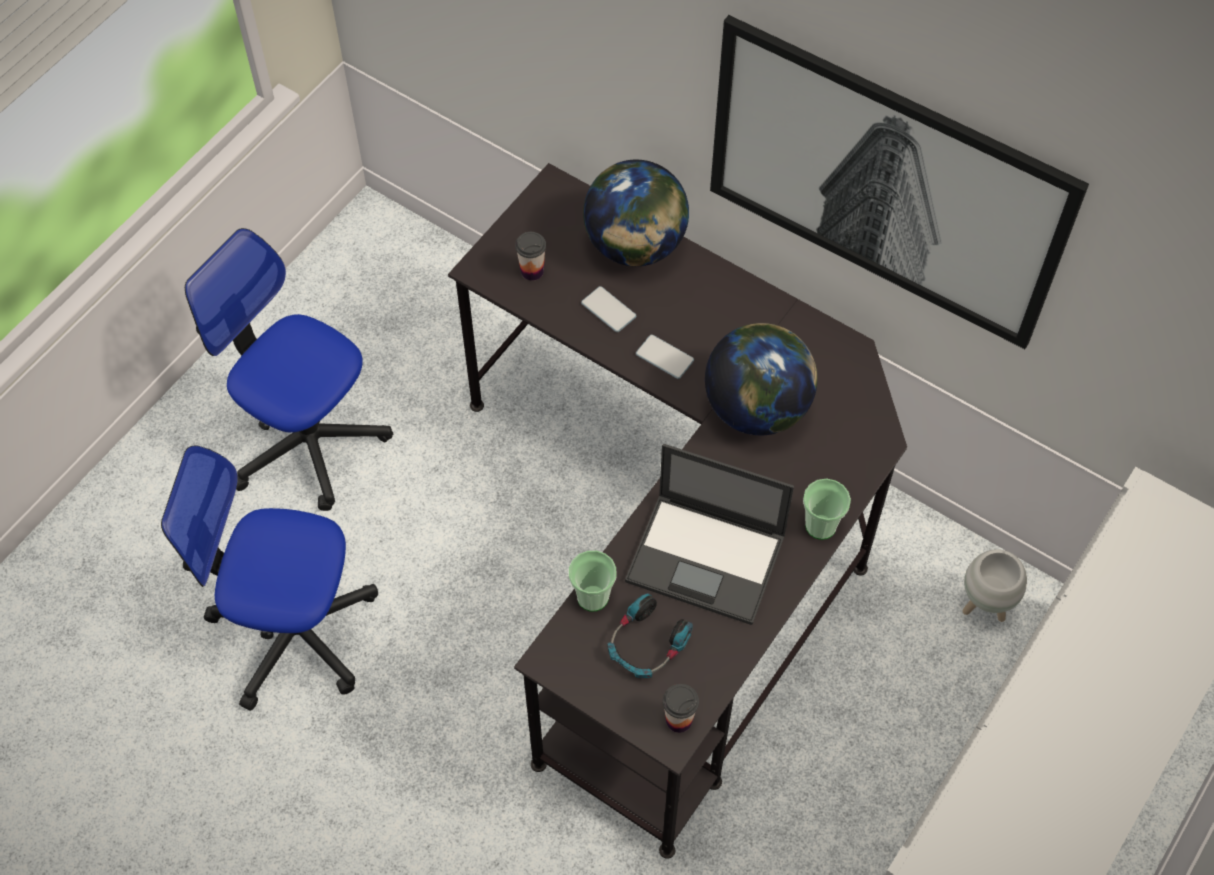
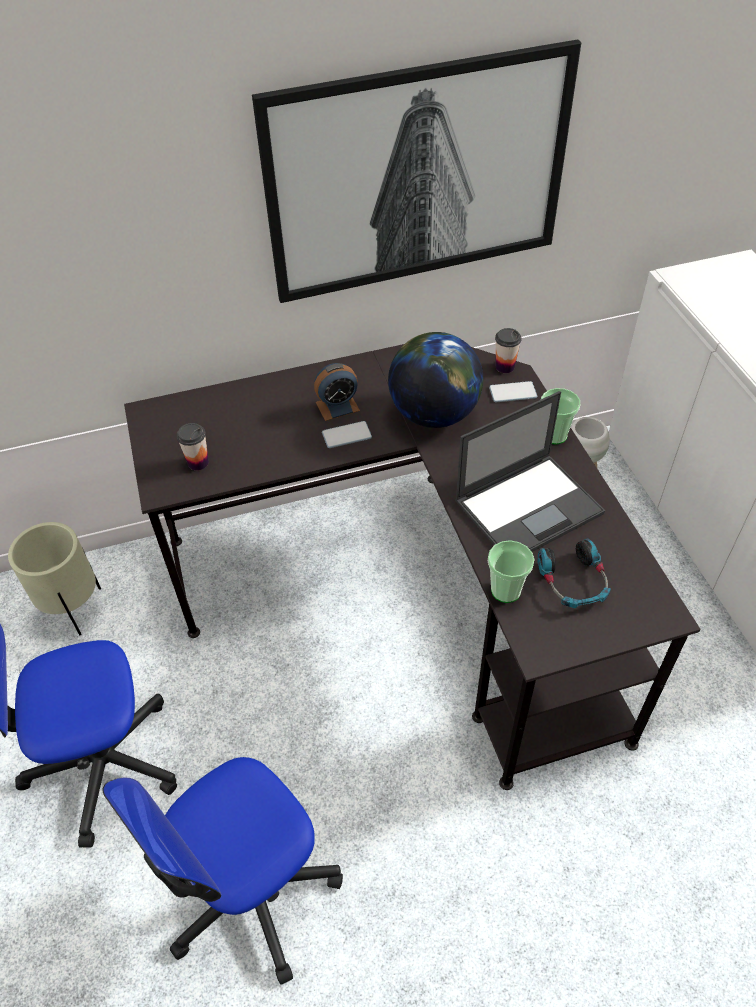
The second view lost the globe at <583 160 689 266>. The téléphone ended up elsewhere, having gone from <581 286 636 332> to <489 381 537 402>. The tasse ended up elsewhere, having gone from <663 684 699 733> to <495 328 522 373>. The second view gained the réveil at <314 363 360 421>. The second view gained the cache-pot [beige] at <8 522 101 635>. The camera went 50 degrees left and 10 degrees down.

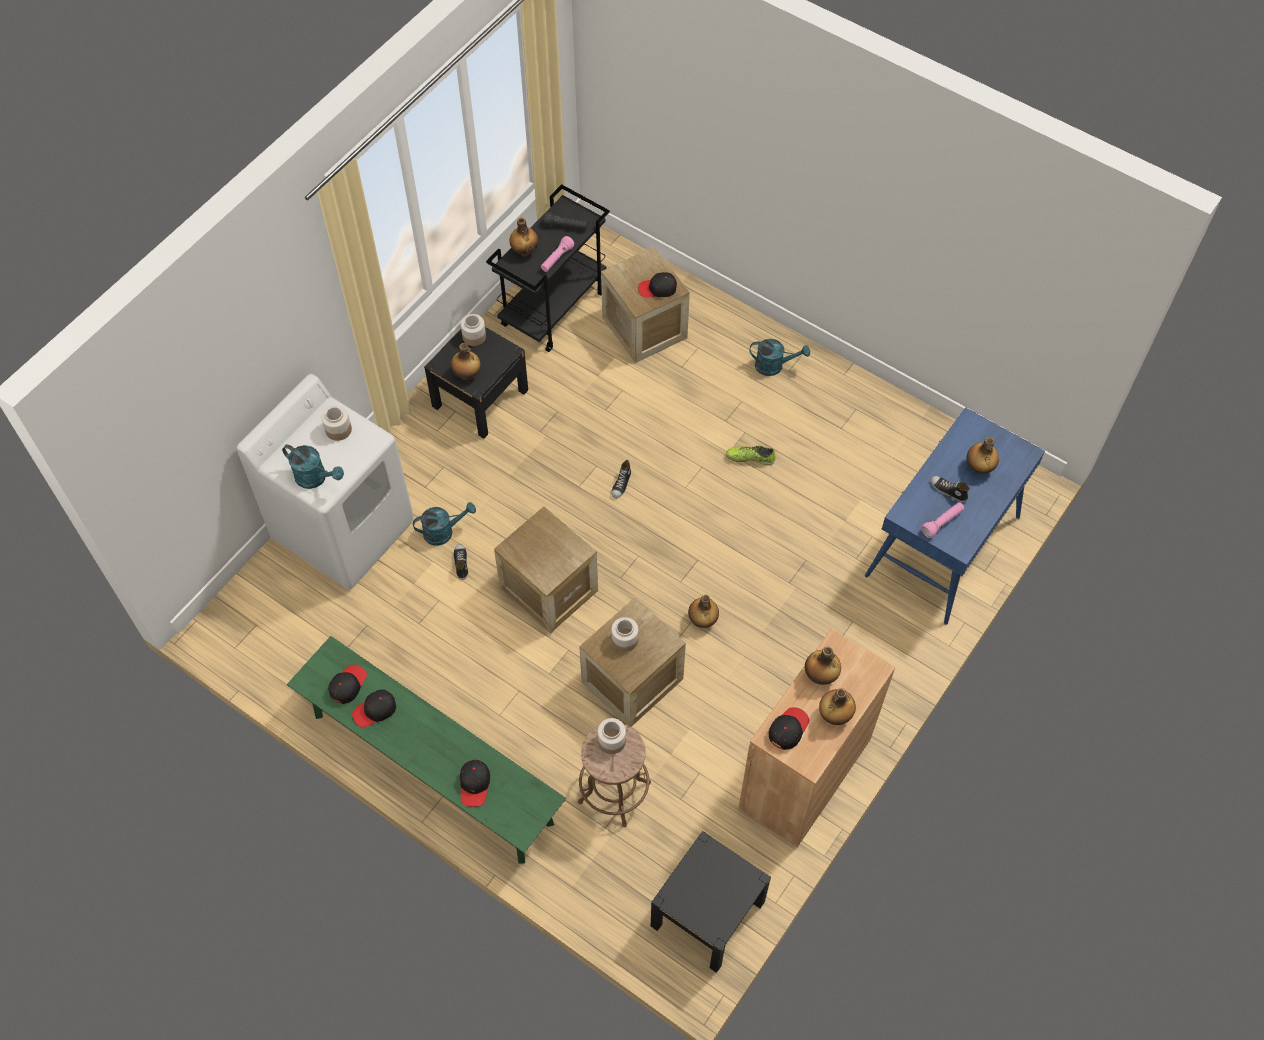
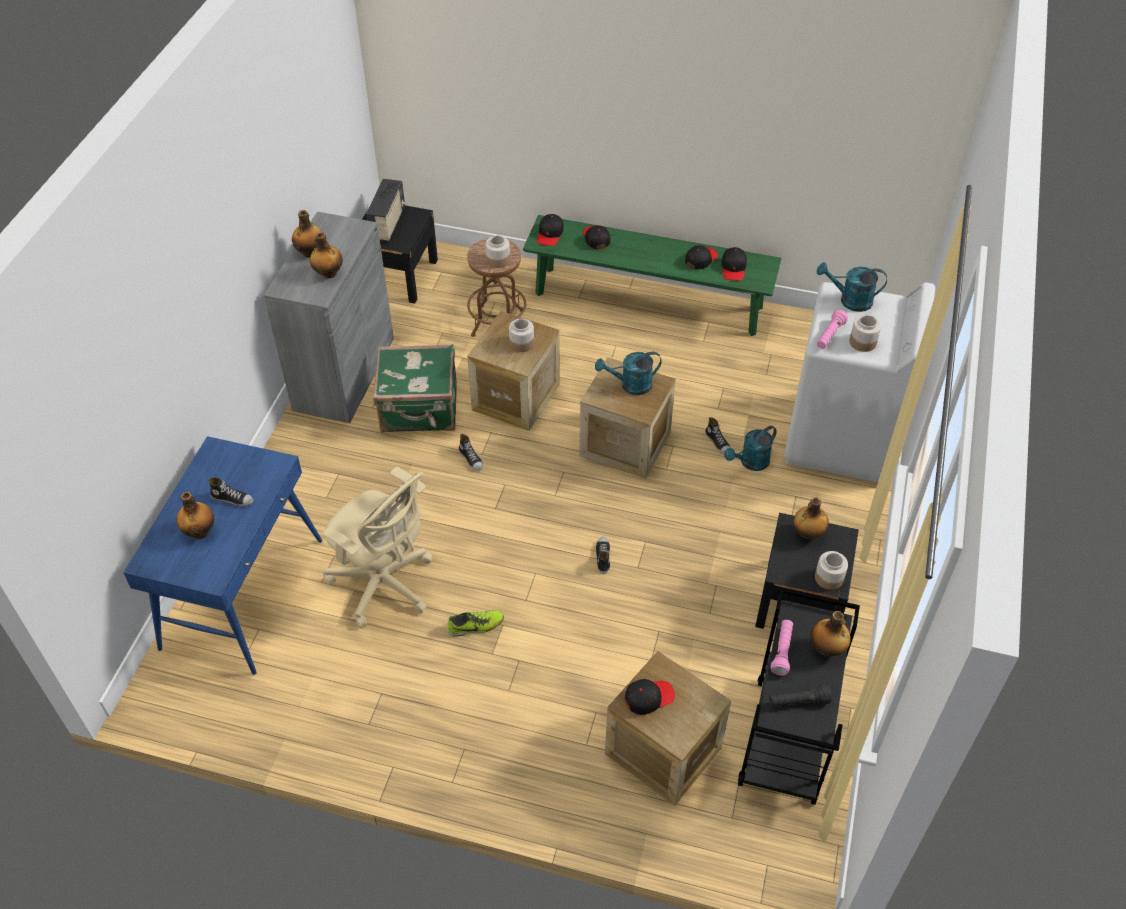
The arrosoir [turquoise] ended up elsewhere, having gone from <749 339 810 376> to <595 352 662 395>. The lampe de poche [rose] ended up elsewhere, having gone from <921 502 965 538> to <817 310 848 349>. Where the bouteille stood at <688 595 719 628>, the chaussure came to stand at <459 434 483 471>. What was the meuble de rangement [marron] at <739 628 895 847> turned into the meuble de rangement [gris] at <264 212 394 423>. The casquette [noir] ended up elsewhere, having gone from <769 707 809 750> to <537 214 564 246>. The second view gained the radio at <366 179 405 241>. The second view gained the valise [vert] at <373 344 457 433>. The second view gained the chaise de bureau [beige] at <322 466 433 628>. The camera went 160 degrees right and 10 degrees down.

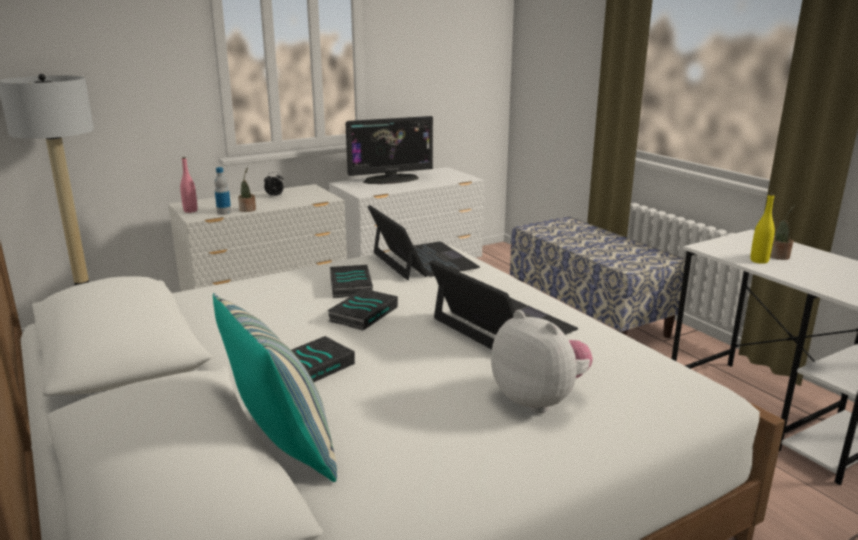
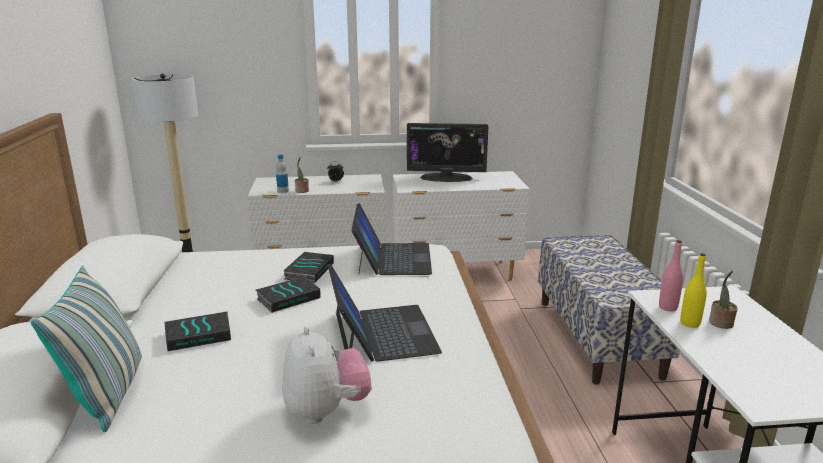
The bouteille [rose] ended up elsewhere, having gone from <180 157 198 213> to <659 240 683 312>. The camera went 25 degrees right and 0 degrees up.

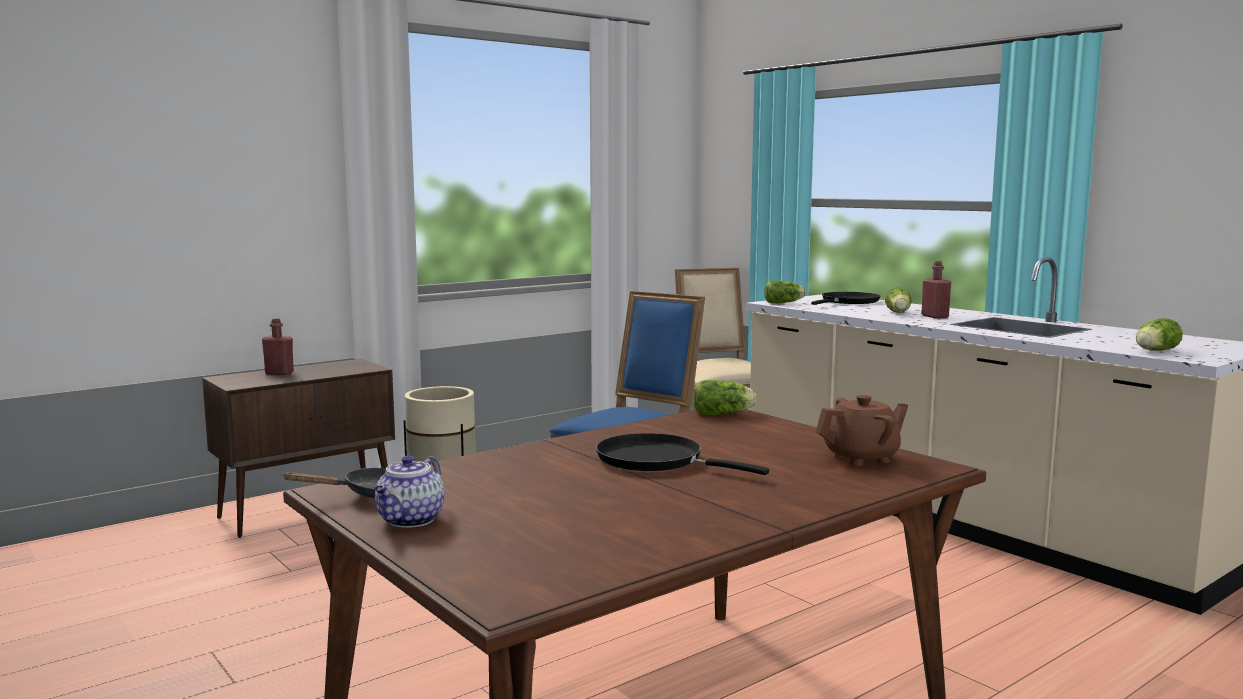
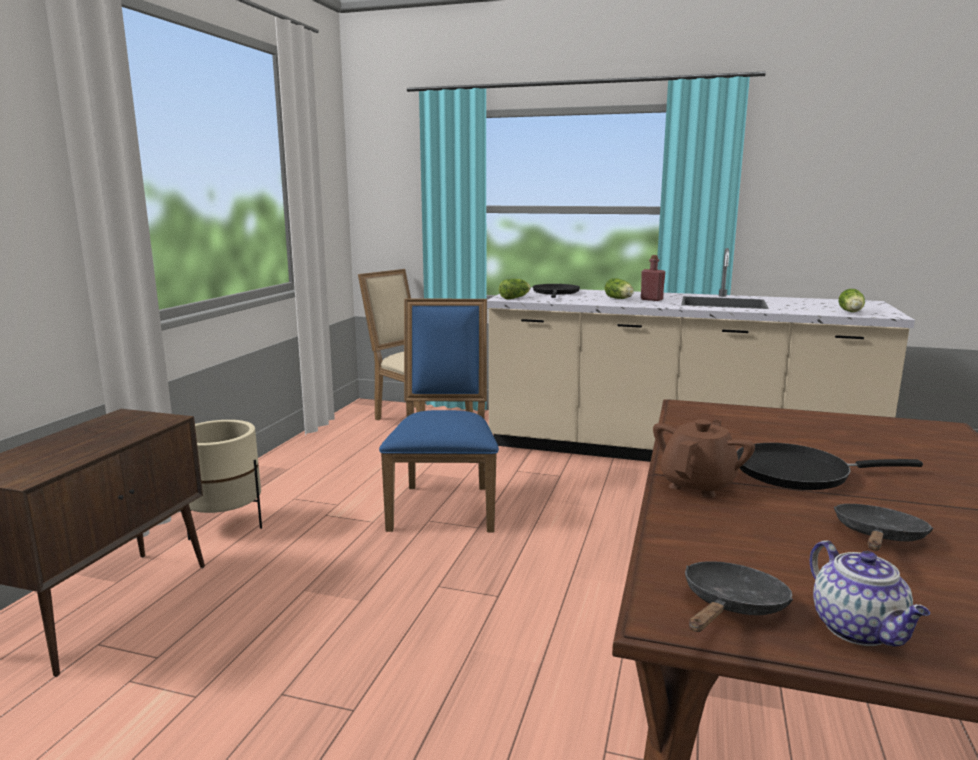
The second view lost the bouteille [rouge] at <262 318 294 375>. The second view lost the laitue at <693 380 756 415>. The théière [marron] ended up elsewhere, having gone from <816 395 908 466> to <653 419 755 498>. The second view gained the poêle [noir] at <834 504 934 551>. The camera went 35 degrees left and 5 degrees up.

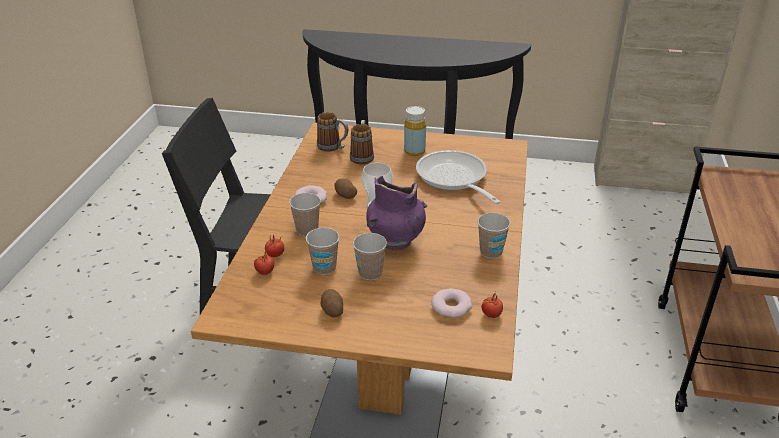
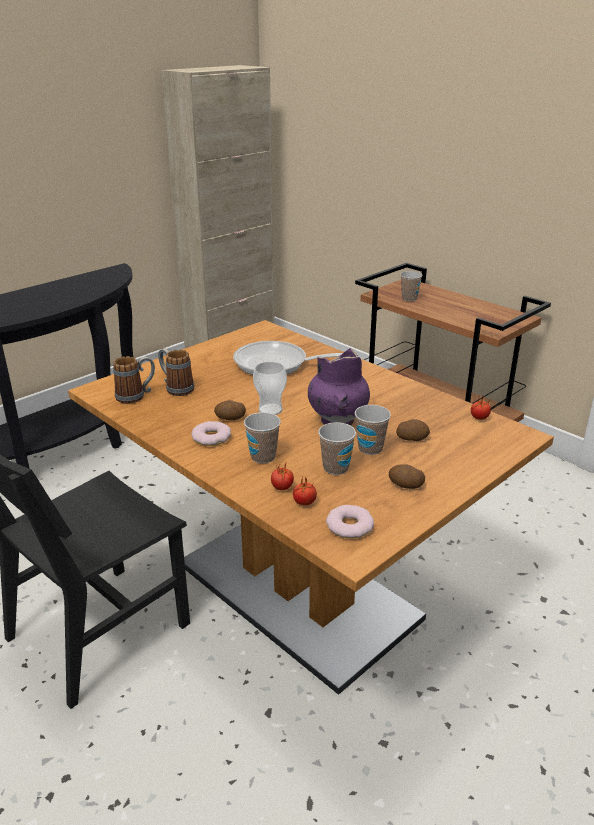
The second view lost the bouteille [jaune] at <404 106 426 156>. The tasse ended up elsewhere, having gone from <477 213 511 259> to <400 271 422 301>. The beignet ended up elsewhere, having gone from <431 288 472 318> to <326 505 374 538>. The second view gained the pomme de terre at <396 419 430 441>. The camera went 55 degrees left and 5 degrees down.

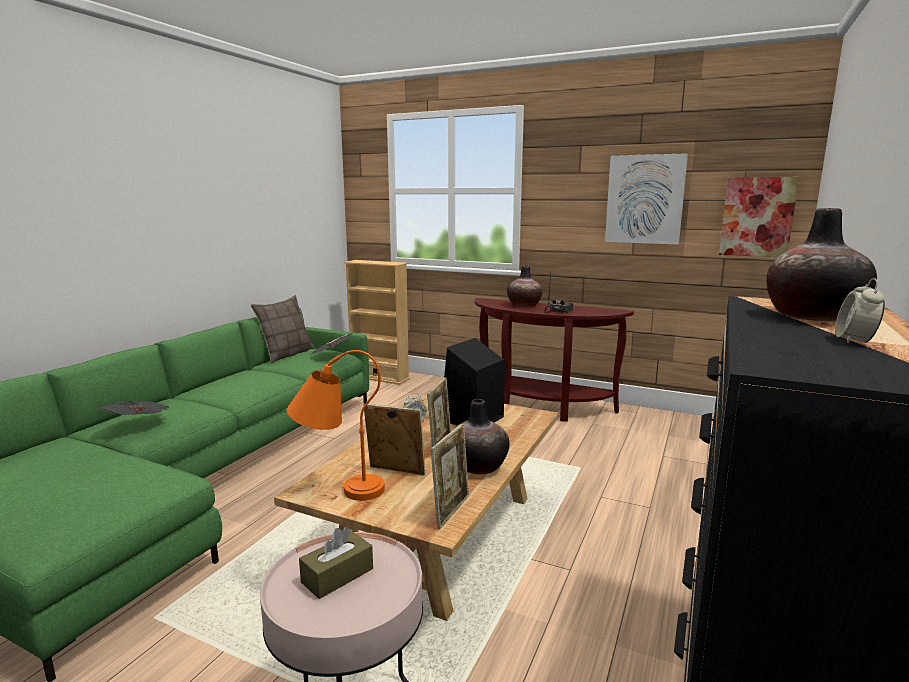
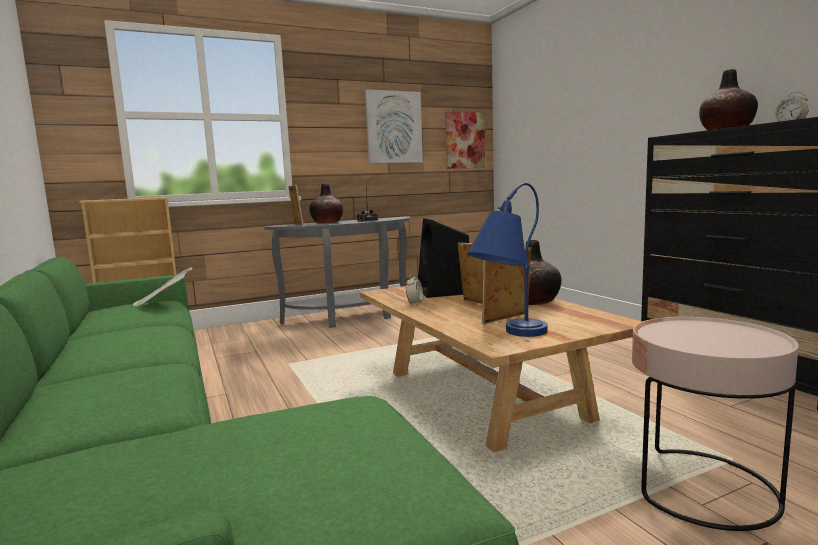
The second view lost the coussin at <251 295 314 363>. What was the table console [marron] at <474 298 634 422> turned into the table console [gris] at <264 216 410 328>. What was the lampe de table [orange] at <287 350 385 501> turned into the lampe de table [bleu] at <467 183 548 337>. The second view lost the journal at <98 401 169 415>. The cadre photo ended up elsewhere, having gone from <431 424 469 529> to <288 185 304 225>. The second view lost the boîte à mouchoirs [marron] at <299 527 373 599>. The camera went 50 degrees left and 5 degrees down.

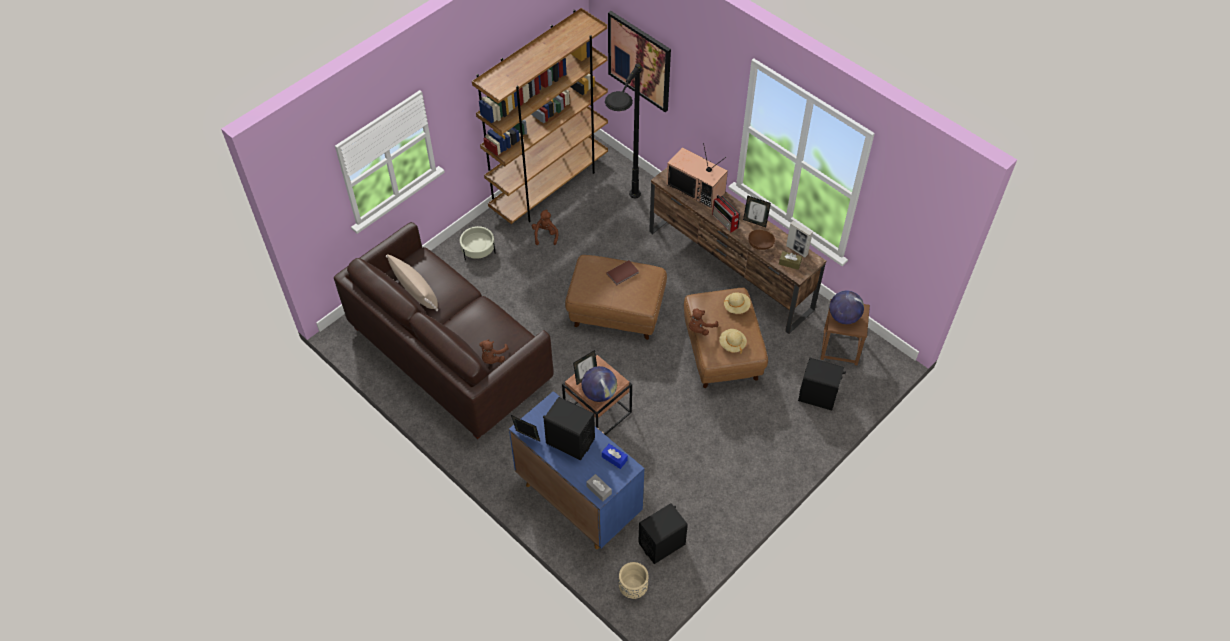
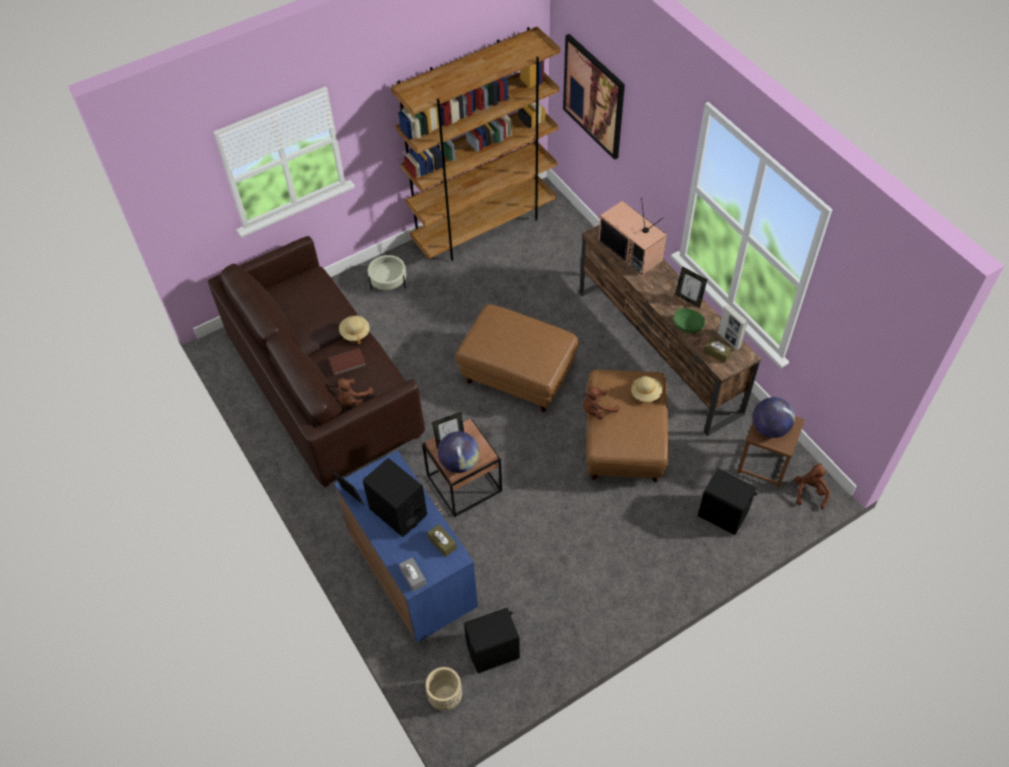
The second view lost the lampadaire [noir] at <605 64 641 198>. The second view lost the radio at <712 195 740 233>. The peluche [marron] ended up elsewhere, having gone from <532 209 558 245> to <795 463 830 509>. What was the bol [marron] at <748 230 775 250> turned into the bol [vert] at <674 308 705 333>. The second view lost the coussin [beige] at <386 254 438 311>. The livre [marron] ended up elsewhere, having gone from <606 260 639 285> to <329 348 366 375>. The chapeau [beige] ended up elsewhere, having gone from <719 329 747 354> to <339 316 370 344>. What was the boîte à mouchoirs [bleu] at <602 444 628 469> turned into the boîte à mouchoirs [marron] at <428 524 457 557>. The camera went 15 degrees right and 0 degrees up.

